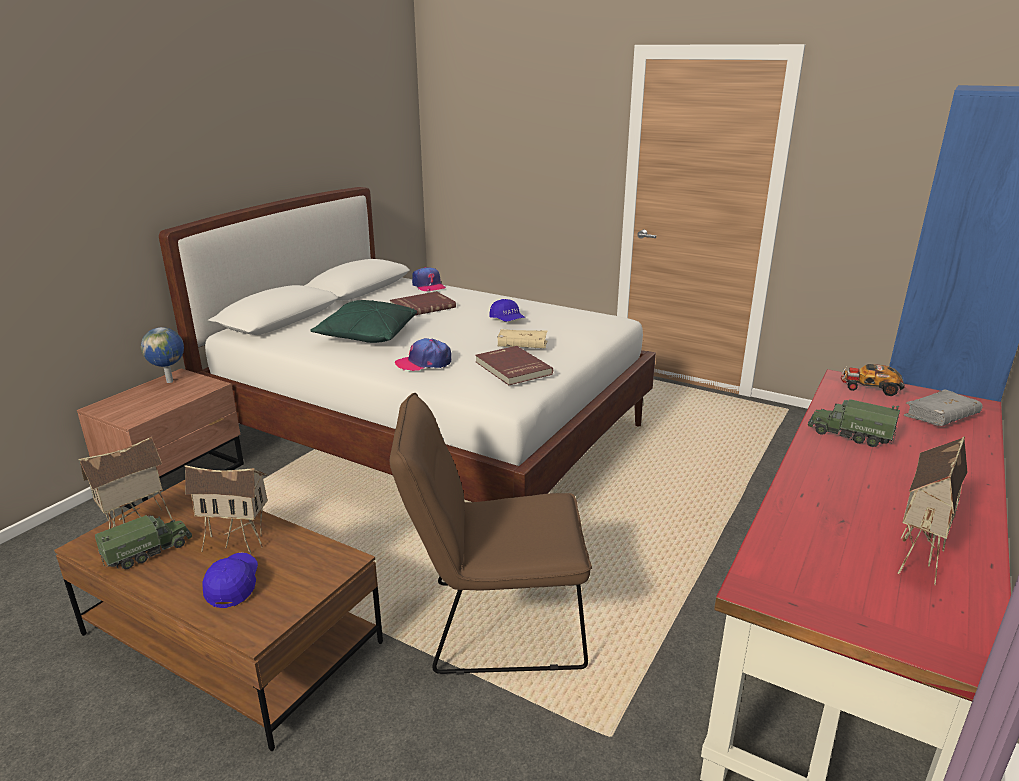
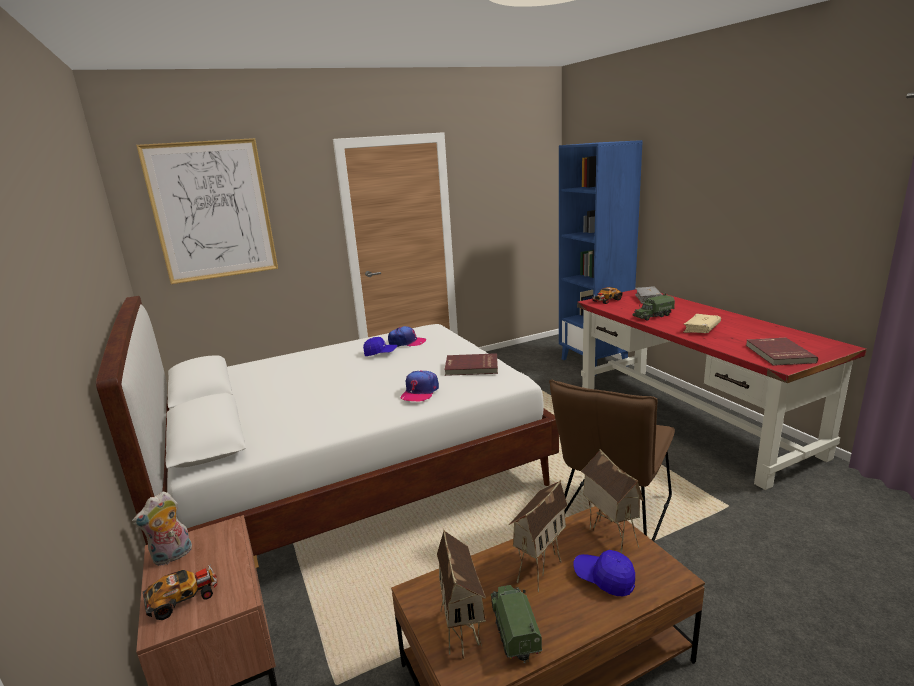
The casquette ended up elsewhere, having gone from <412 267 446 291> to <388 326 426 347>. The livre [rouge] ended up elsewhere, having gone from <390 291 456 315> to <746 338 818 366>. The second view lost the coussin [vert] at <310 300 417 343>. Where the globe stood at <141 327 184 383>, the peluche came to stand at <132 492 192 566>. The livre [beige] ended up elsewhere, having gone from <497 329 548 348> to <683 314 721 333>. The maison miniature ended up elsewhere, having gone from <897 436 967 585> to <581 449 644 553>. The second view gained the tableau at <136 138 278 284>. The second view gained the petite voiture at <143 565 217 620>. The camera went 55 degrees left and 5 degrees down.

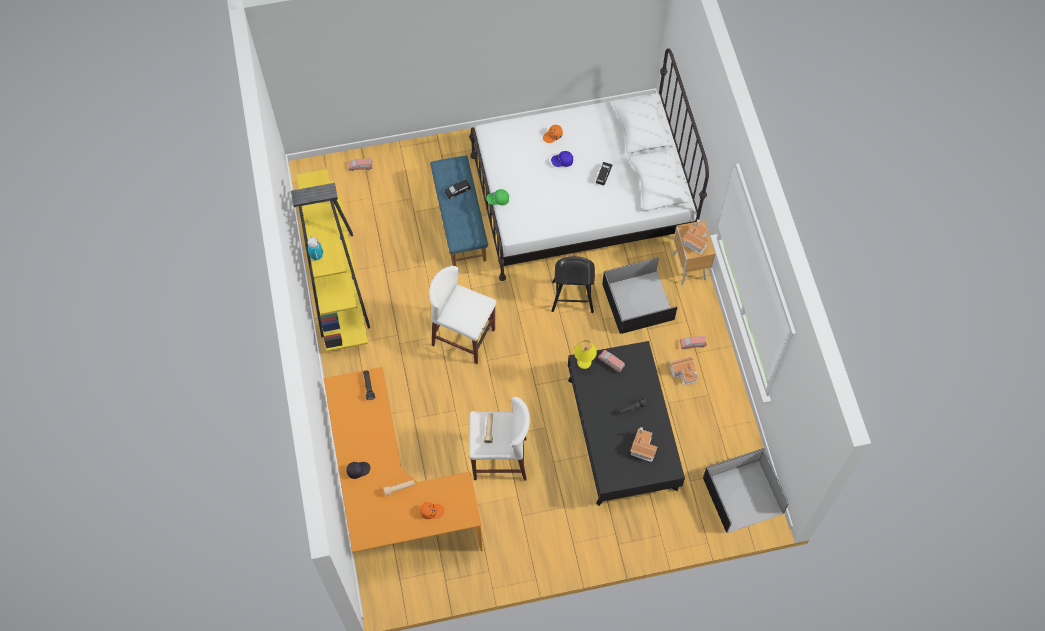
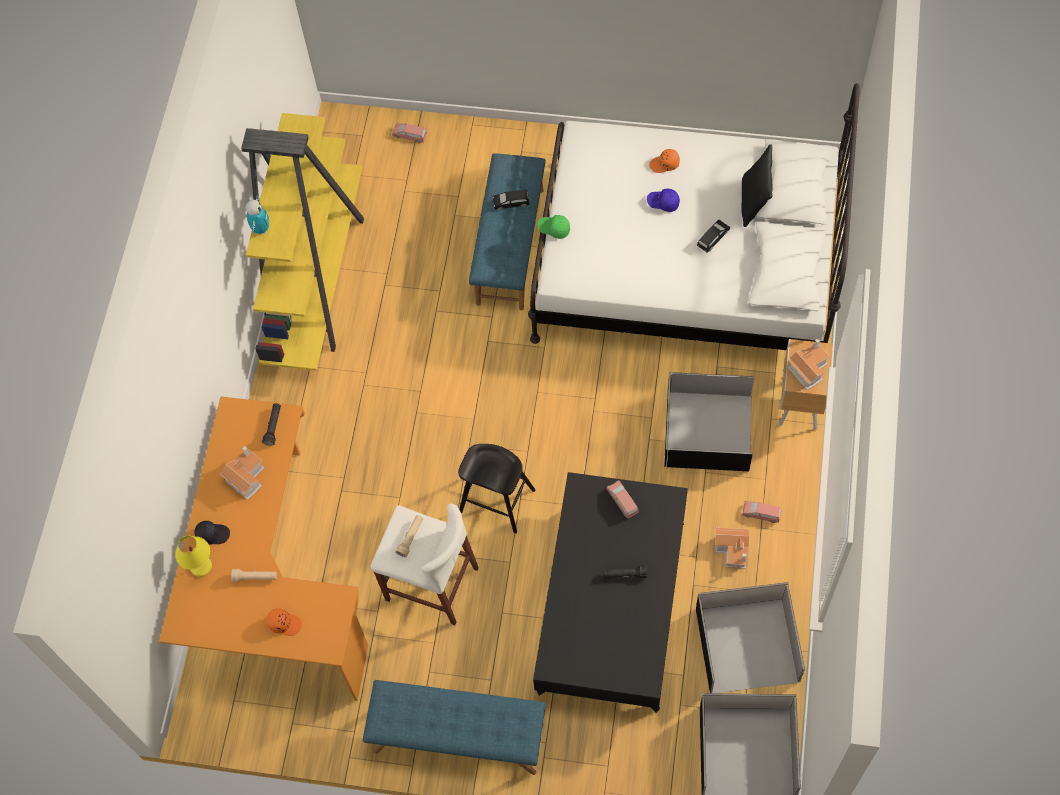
The tabouret [noir] ended up elsewhere, having gone from <551 256 595 313> to <458 444 536 533>. The second view lost the tabouret [blanc] at <429 266 496 364>. The lampe de table [jaune] ended up elsewhere, having gone from <574 340 597 369> to <175 536 212 577>. The maison miniature ended up elsewhere, having gone from <630 427 657 462> to <220 446 265 500>. The second view gained the coussin [noir] at <741 144 773 227>. The second view gained the boîte de rangement [noir] at <696 582 805 694>. The second view gained the banc [bleu] at <363 680 546 775>. The camera went 25 degrees right and 0 degrees up.

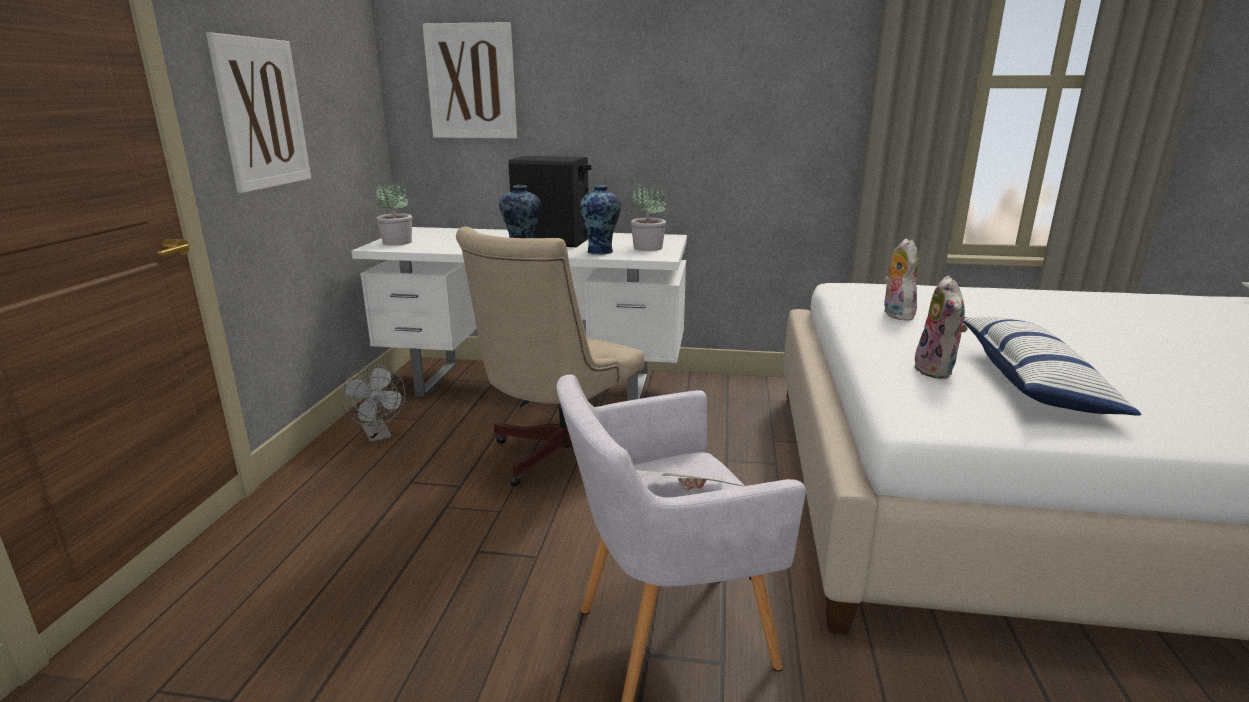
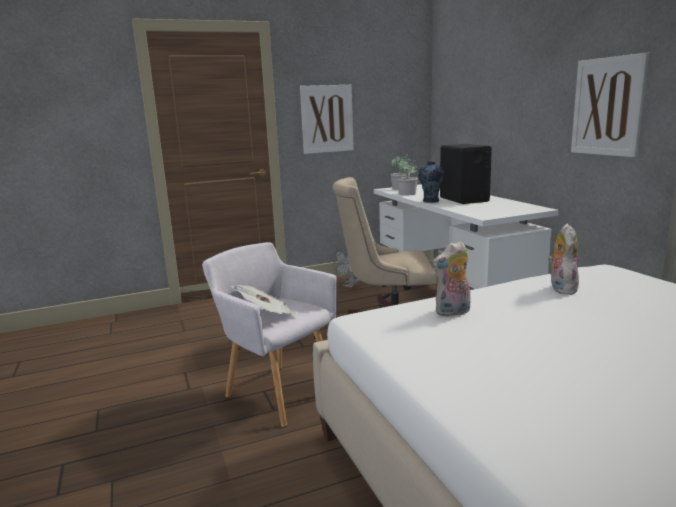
The tableau ended up elsewhere, having gone from <423 22 517 138> to <571 53 649 157>. The plante en pot ended up elsewhere, having gone from <631 182 666 251> to <397 157 418 195>. The second view lost the vase at <580 185 621 255>. The peluche at <883 238 918 320> ended up facing another way, 45 degrees counterclockwise from before. The second view lost the coussin at <963 317 1141 416>. The camera went 60 degrees right and 5 degrees down.

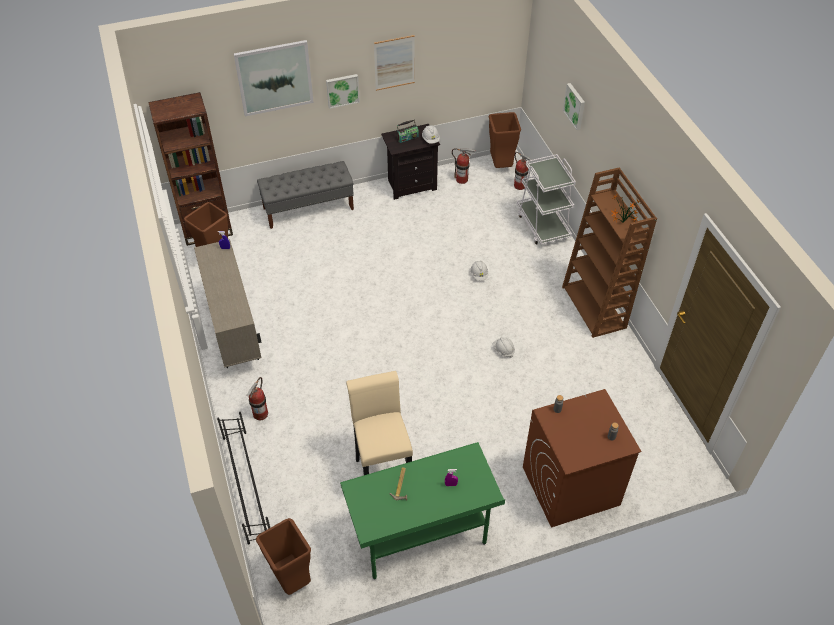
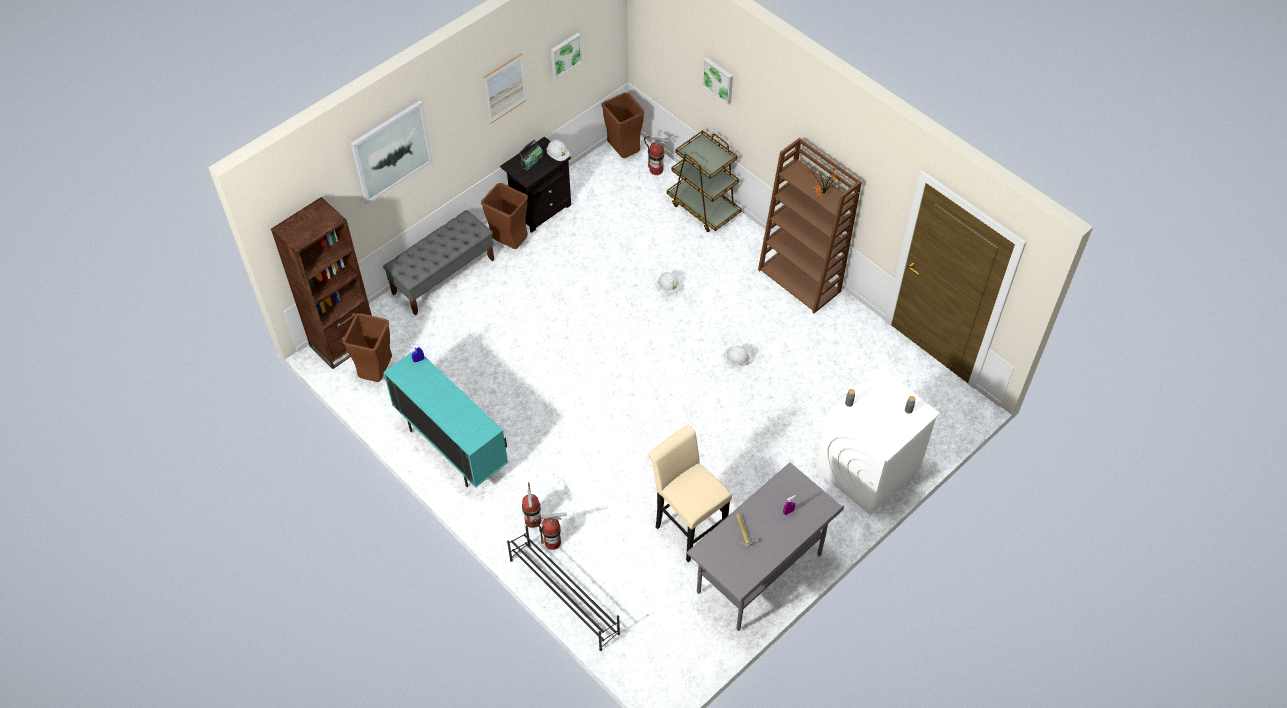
The tableau ended up elsewhere, having gone from <326 74 360 109> to <551 33 582 79>. The extincteur ended up elsewhere, having gone from <452 148 475 184> to <533 512 567 550>. What was the chariot [blanc] at <517 154 576 245> turned into the chariot [marron] at <667 130 742 232>. What was the meuble de rangement [beige] at <194 239 261 368> turned into the meuble de rangement [turquoise] at <383 349 508 487>. What was the lave-linge [marron] at <523 389 641 528> turned into the lave-linge [blanc] at <816 367 940 515>. What was the bureau [vert] at <340 442 505 580> turned into the bureau [gris] at <687 463 844 631>. The poubelle [marron] ended up elsewhere, having gone from <256 518 311 595> to <481 183 528 249>. The camera went 25 degrees left and 5 degrees up.

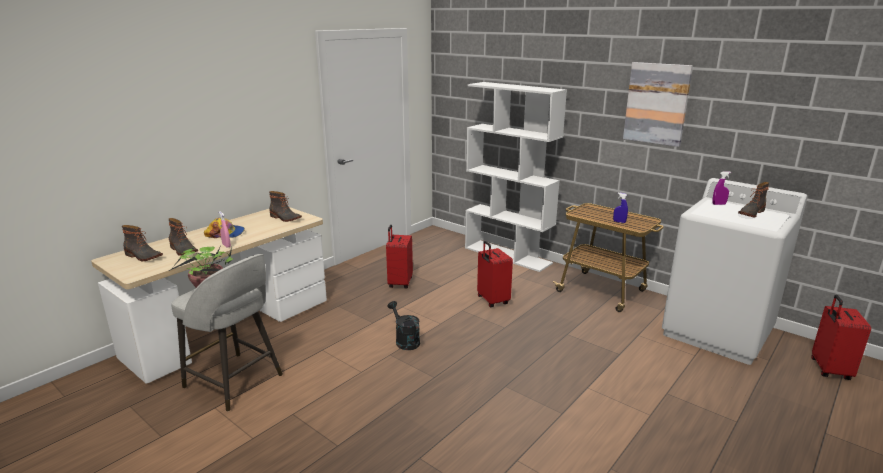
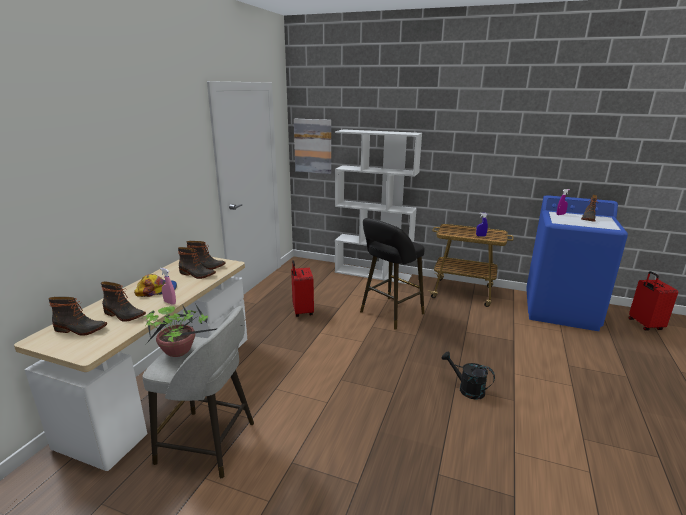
The tableau ended up elsewhere, having gone from <623 62 693 147> to <294 119 331 174>. What was the lave-linge [blanc] at <662 178 808 365> turned into the lave-linge [bleu] at <526 195 628 331>. Where the valise [rouge] stood at <477 241 513 307>, the tabouret [noir] came to stand at <360 218 425 330>. The arrosoir [noir] ended up elsewhere, having gone from <388 301 420 350> to <442 352 495 400>. The second view gained the botte at <178 247 216 279>. The camera went 20 degrees left and 0 degrees up.

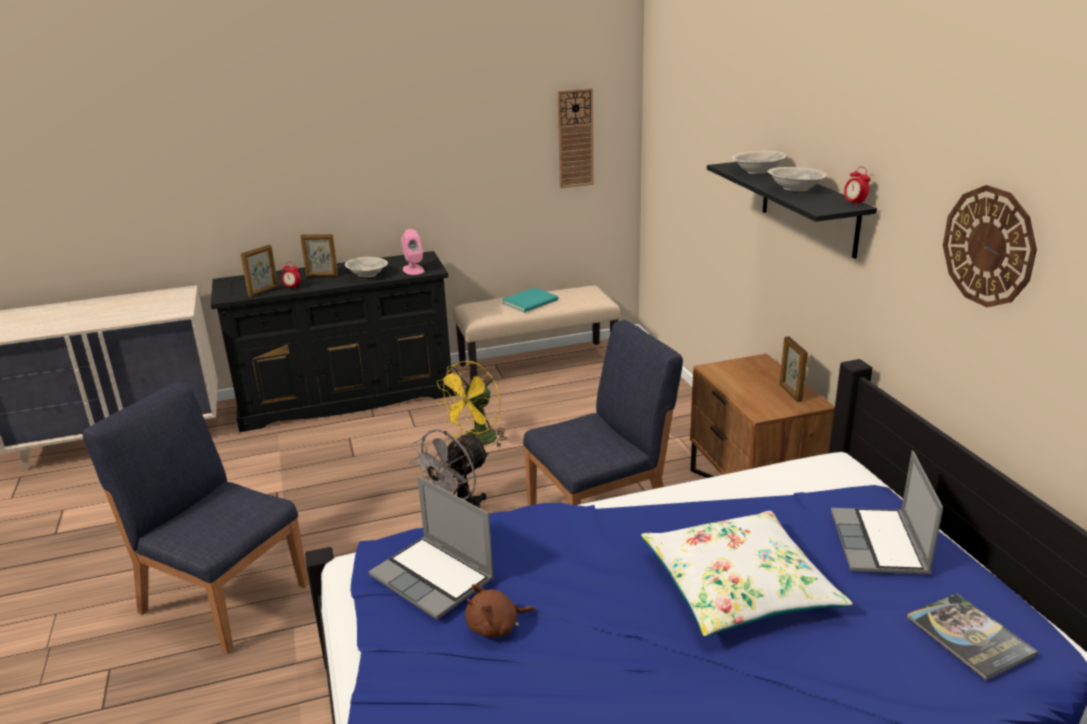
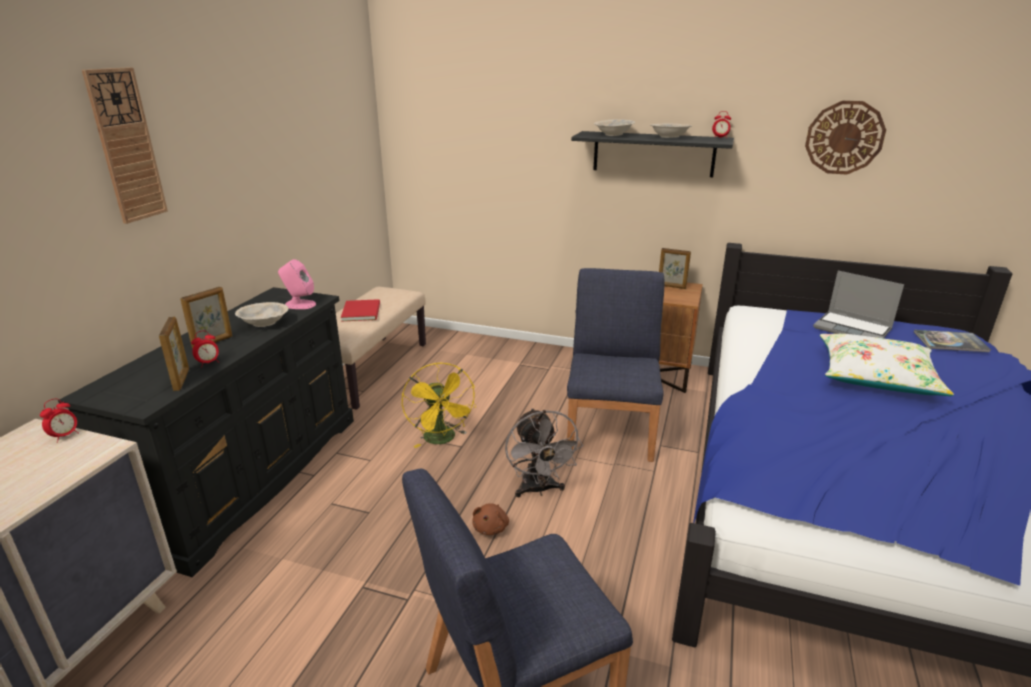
The horloge murale ended up elsewhere, having gone from <558 88 594 188> to <82 67 168 224>. What was the livre [turquoise] at <502 287 558 312> turned into the livre [rouge] at <341 299 380 322>. The second view lost the ordinateur portable at <368 476 494 620>. The peluche [marron] ended up elsewhere, having gone from <465 584 536 638> to <472 503 509 535>. The second view gained the réveil at <40 399 79 443>. The camera went 55 degrees left and 0 degrees up.

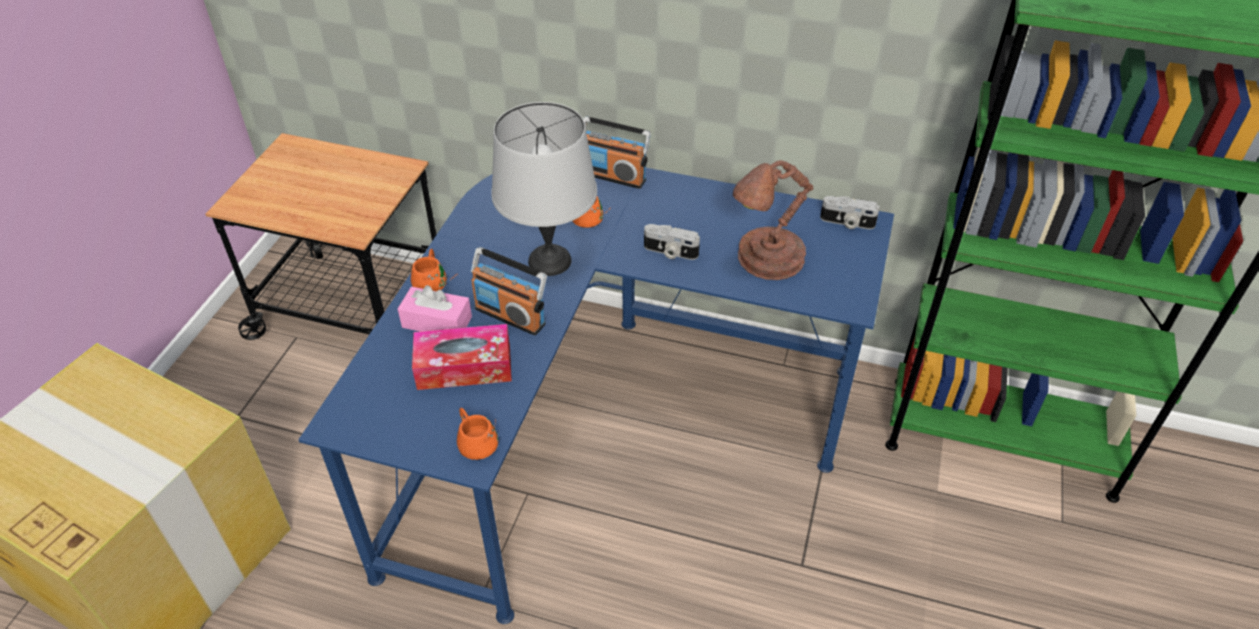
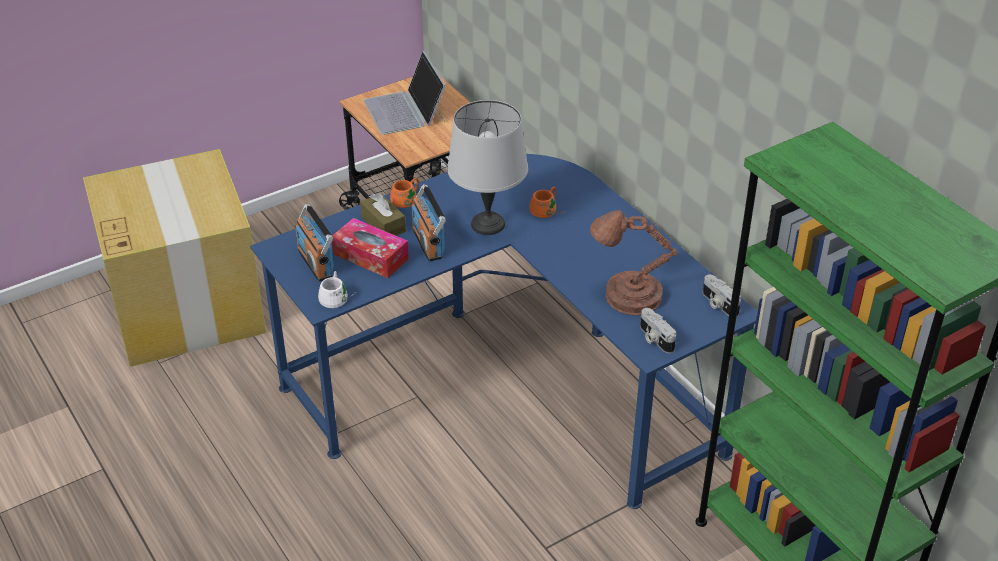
The radio ended up elsewhere, having gone from <583 117 651 189> to <295 204 334 281>. The appareil photo ended up elsewhere, having gone from <644 224 700 260> to <640 308 676 353>. What was the boîte à mouchoirs [rose] at <398 285 472 331> turned into the boîte à mouchoirs [marron] at <360 193 406 236>. What was the mug [orange] at <457 408 498 460> turned into the mug [blanc] at <318 271 355 308>. The second view gained the ordinateur portable at <363 51 446 135>. The camera went 40 degrees right and 5 degrees down.

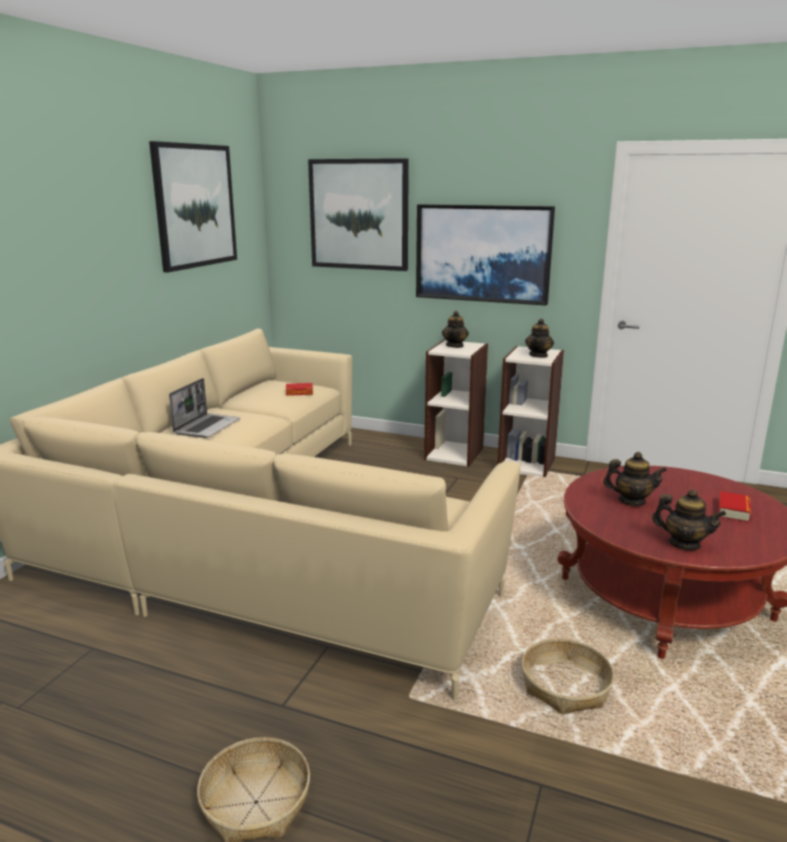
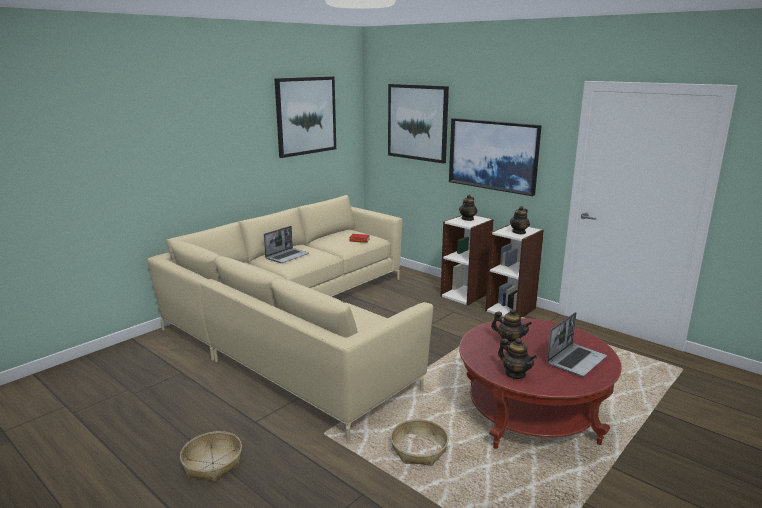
Where the livre stood at <718 491 751 522>, the ordinateur portable came to stand at <547 312 607 376>. The camera went 20 degrees right and 0 degrees up.

